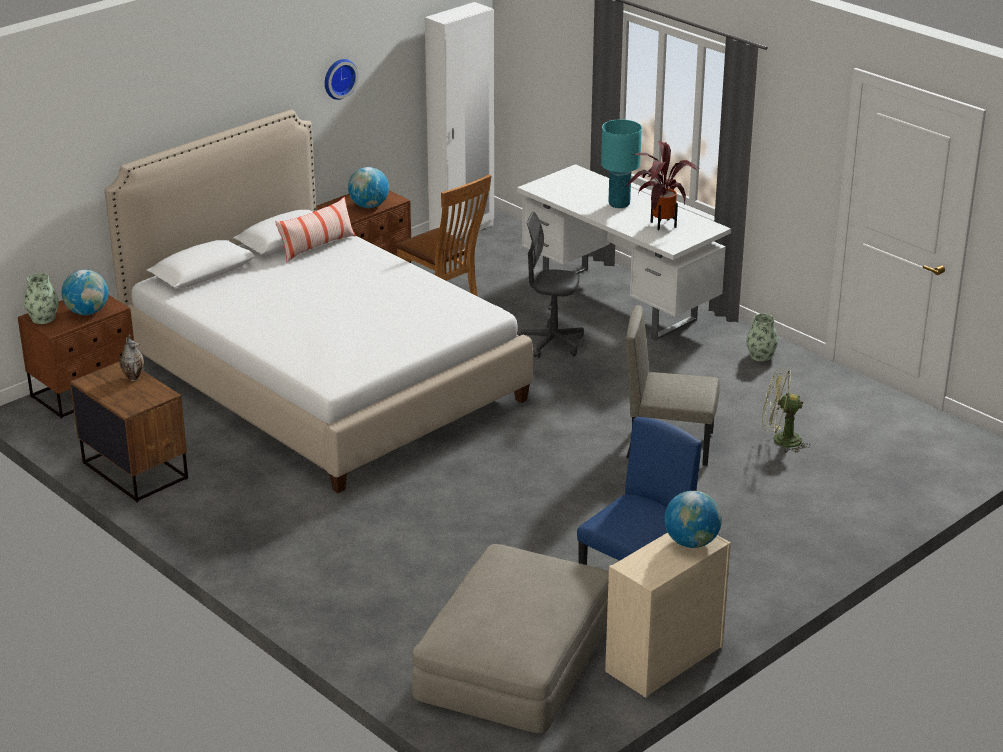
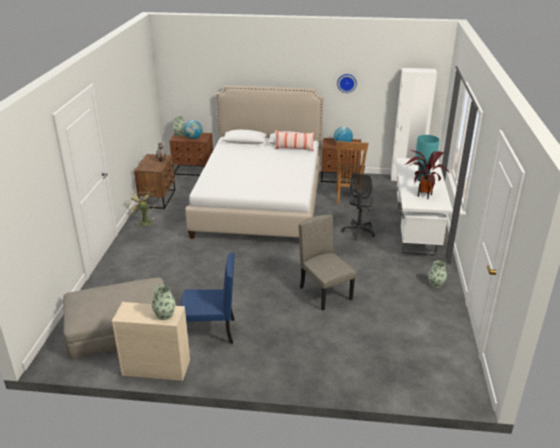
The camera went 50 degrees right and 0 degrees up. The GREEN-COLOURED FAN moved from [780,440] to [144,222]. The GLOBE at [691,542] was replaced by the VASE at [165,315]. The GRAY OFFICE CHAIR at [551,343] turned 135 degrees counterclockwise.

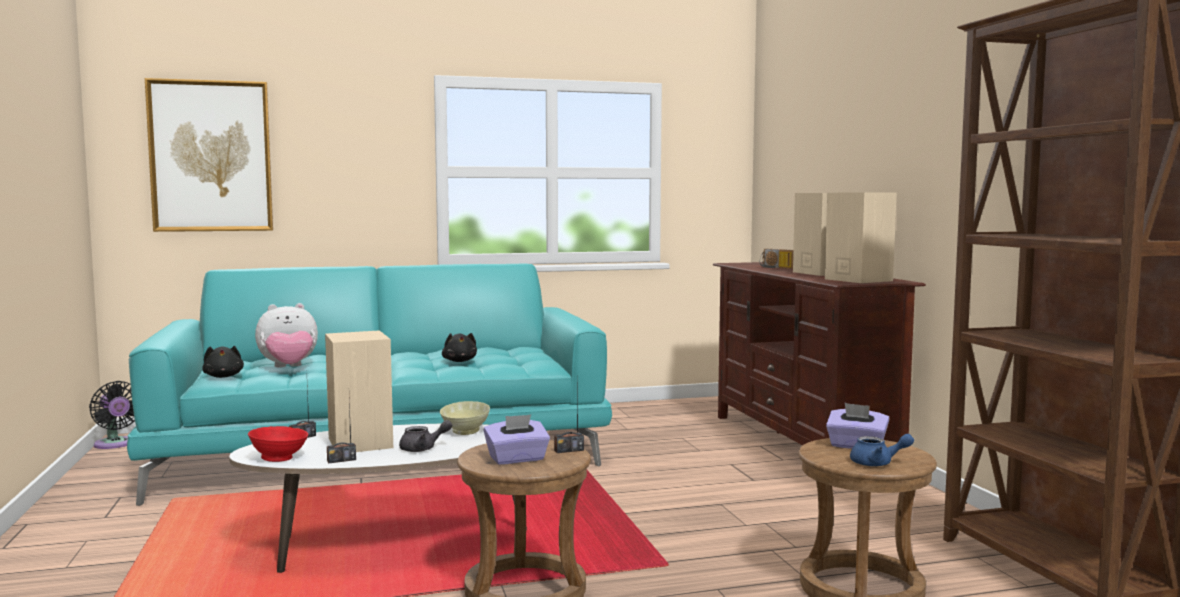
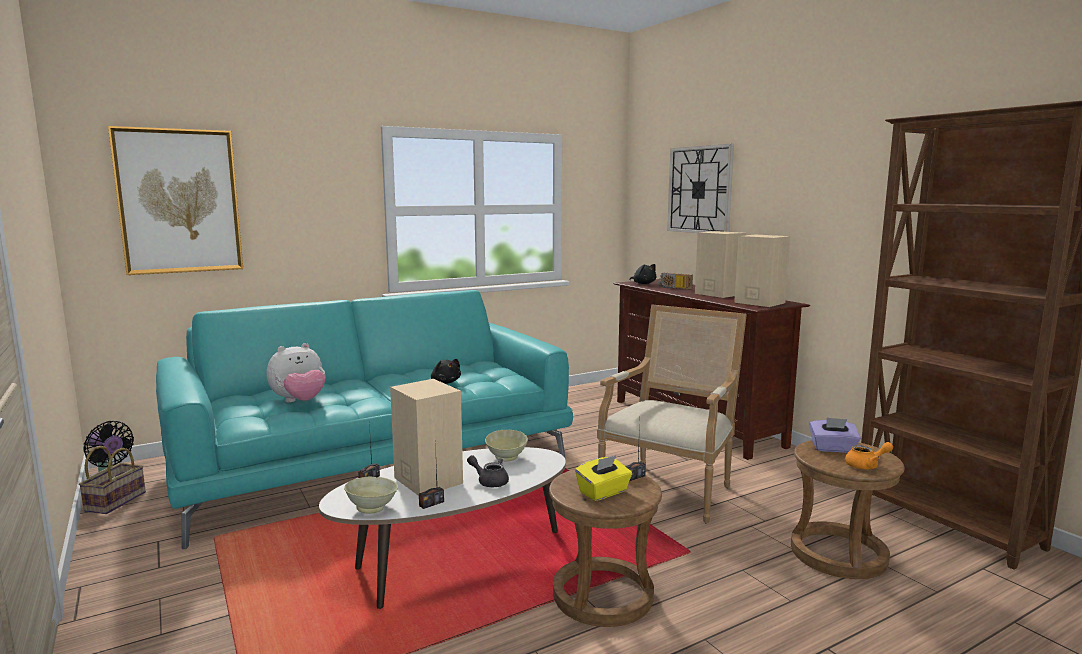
The camera went 15 degrees left and 5 degrees up. The HOUSEHOLD BASKET at [115,501] appeared. The EASY CHAIR at [670,489] appeared. The CLOCK ON THE WALL at [699,190] appeared. The BLACK-COLOURED PLUSH TOY moved from [223,376] to [643,283]. The RED SERVING BOWL at [279,459] became the BEIGE SERVING BOWL at [373,508]. The PURPLISH BOX OF TISSUES at [517,459] became the YELLOW-COLOURED BOX OF TISSUES at [603,492]. The BLUE TEAPOT at [877,463] became the ORANGEY TEAPOT at [866,466]. The GRAY TEAPOT at [423,449] turned 120 degrees counterclockwise.

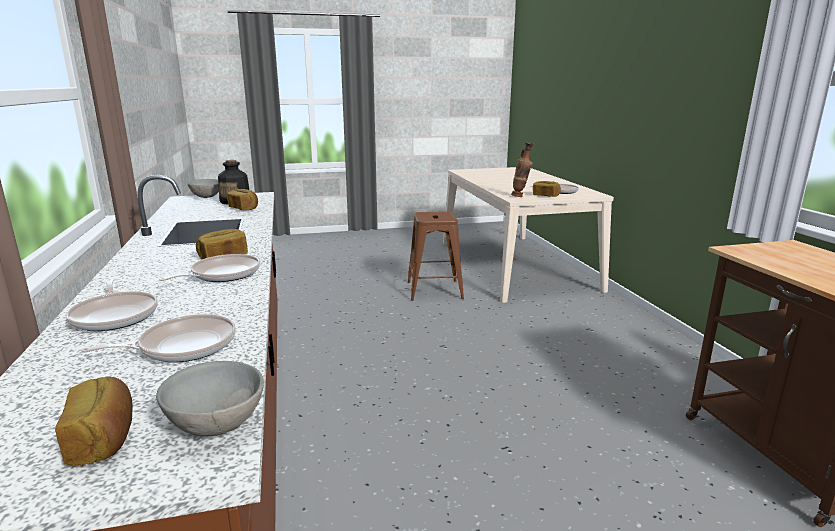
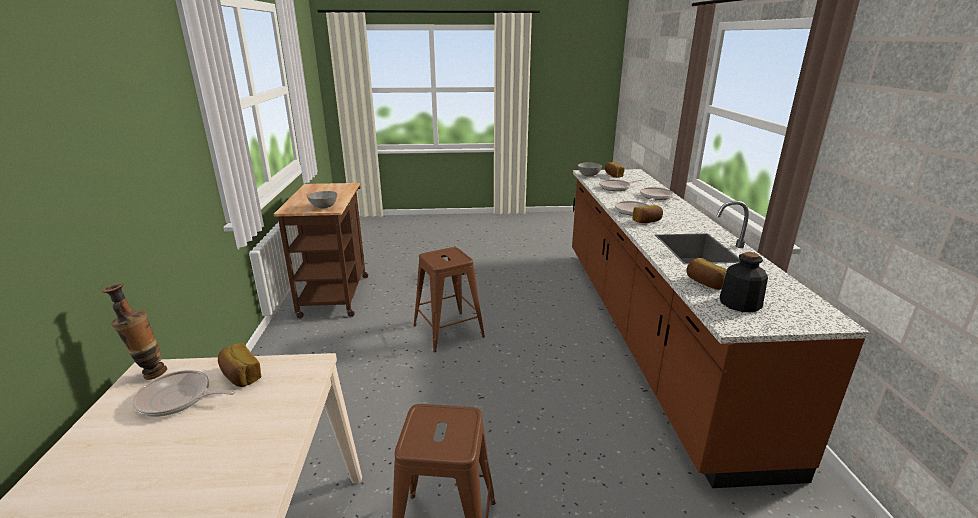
The camera went 170 degrees left and 5 degrees up. The BROWN-COLOURED SITTING STOOL at [448,331] appeared. The GRAY SERVING BOWL moved from [207,197] to [323,207]. The VASE moved from [520,196] to [150,373].

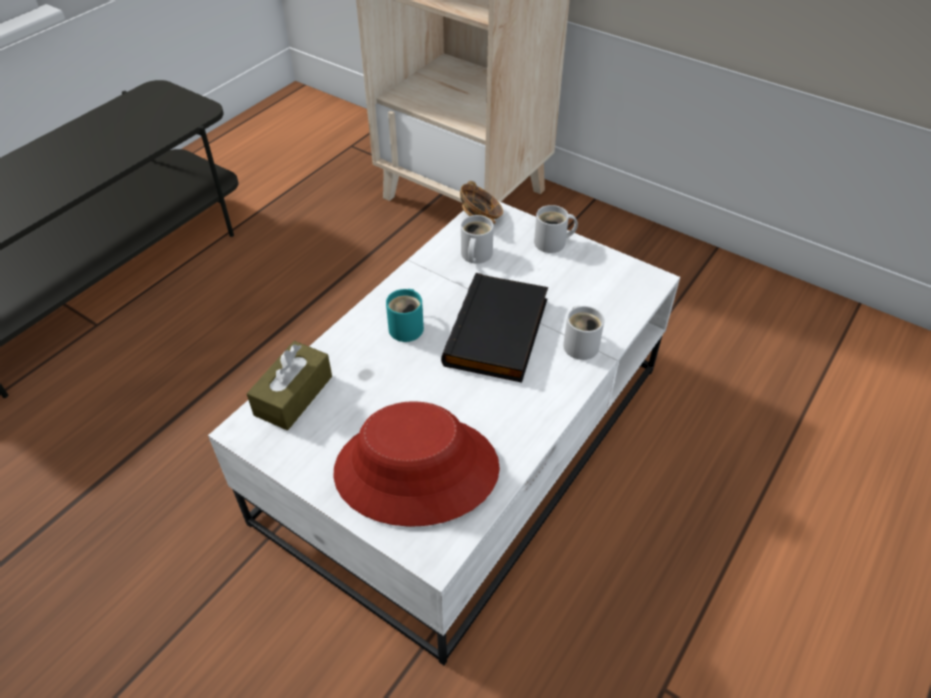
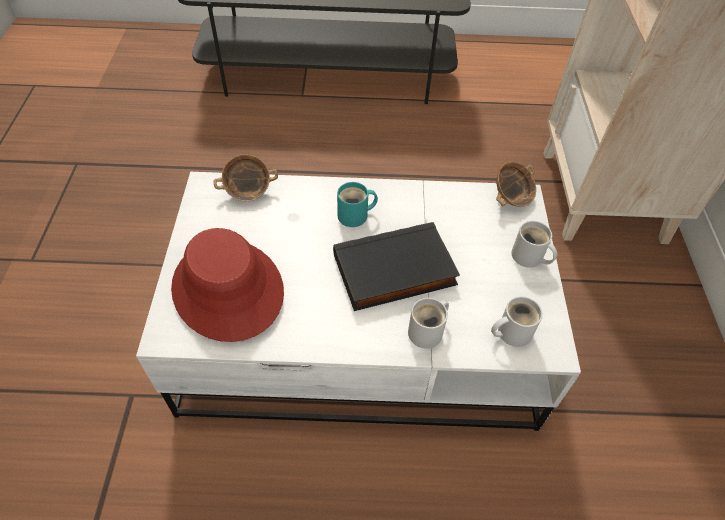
The camera went 55 degrees right and 5 degrees up. The WHITISH TEA MUG moved from [474,255] to [511,332]. The BROWN-COLOURED BOX OF TISSUES at [293,395] was replaced by the SERVING BOWL at [248,191].

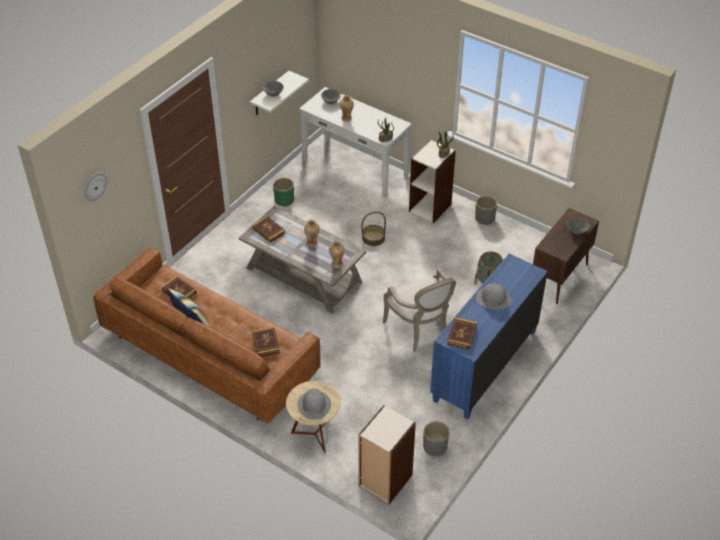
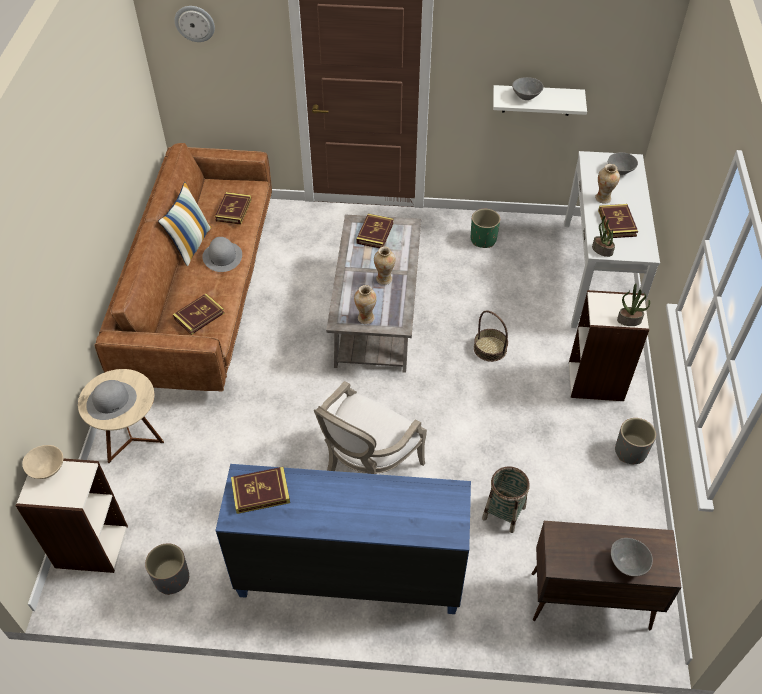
The camera went 60 degrees right and 5 degrees up. The BEIGE SERVING BOWL at [47,469] appeared. The BOUND BOOK at [617,223] appeared. The GRAY HAT moved from [493,298] to [222,256].

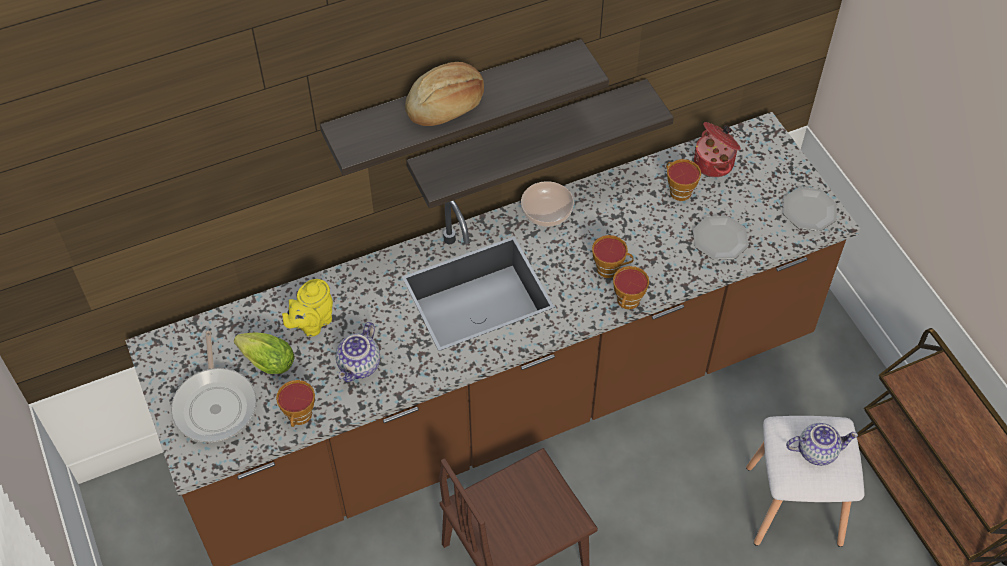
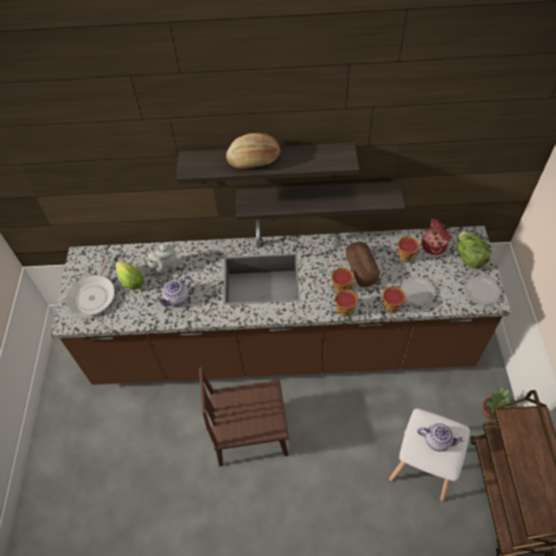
The camera went 25 degrees right and 0 degrees up. The SERVING BOWL at [546,211] disappeared. The BREAD at [361,269] appeared. The LETTUCE HEAD at [468,258] appeared. The POTTED PLANT at [491,412] appeared. The CUP moved from [299,417] to [391,308]. The YELLOW-COLOURED TEAPOT at [312,323] became the GRAY TEAPOT at [164,268].

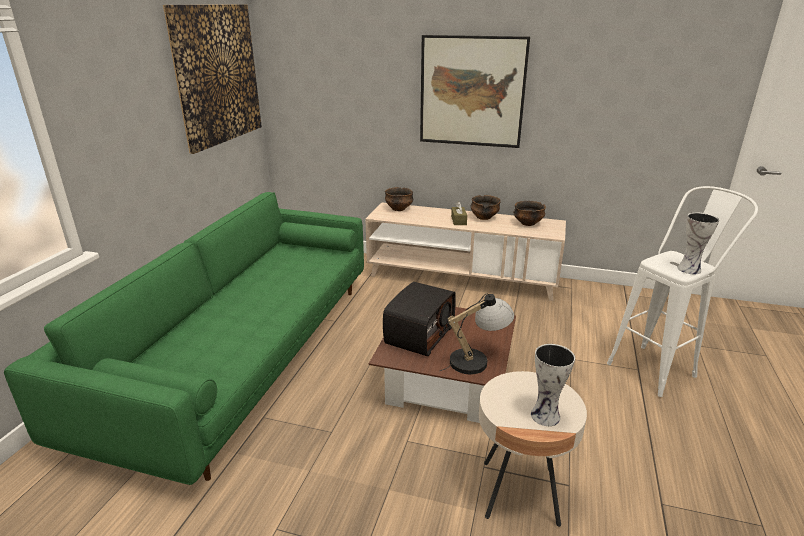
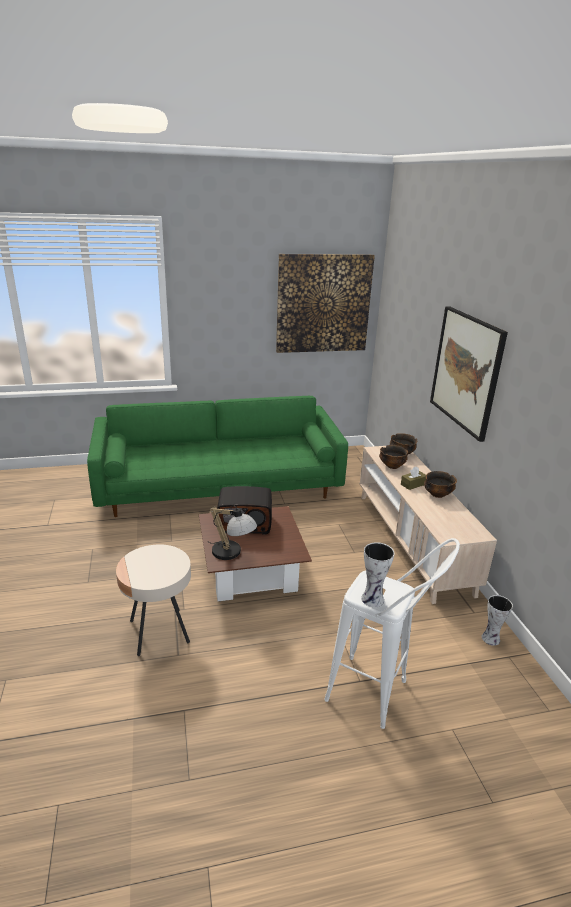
The camera went 60 degrees right and 0 degrees up. The SERVING BOWL moved from [528,223] to [392,466]. The VASE moved from [546,416] to [490,639].

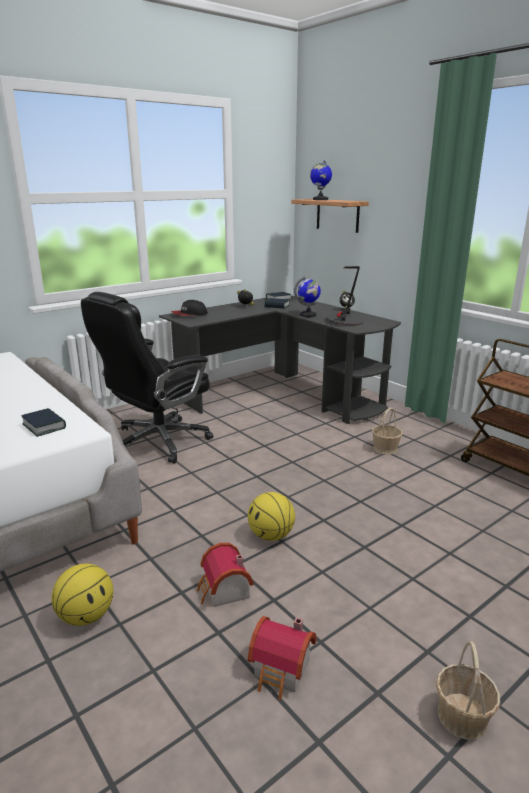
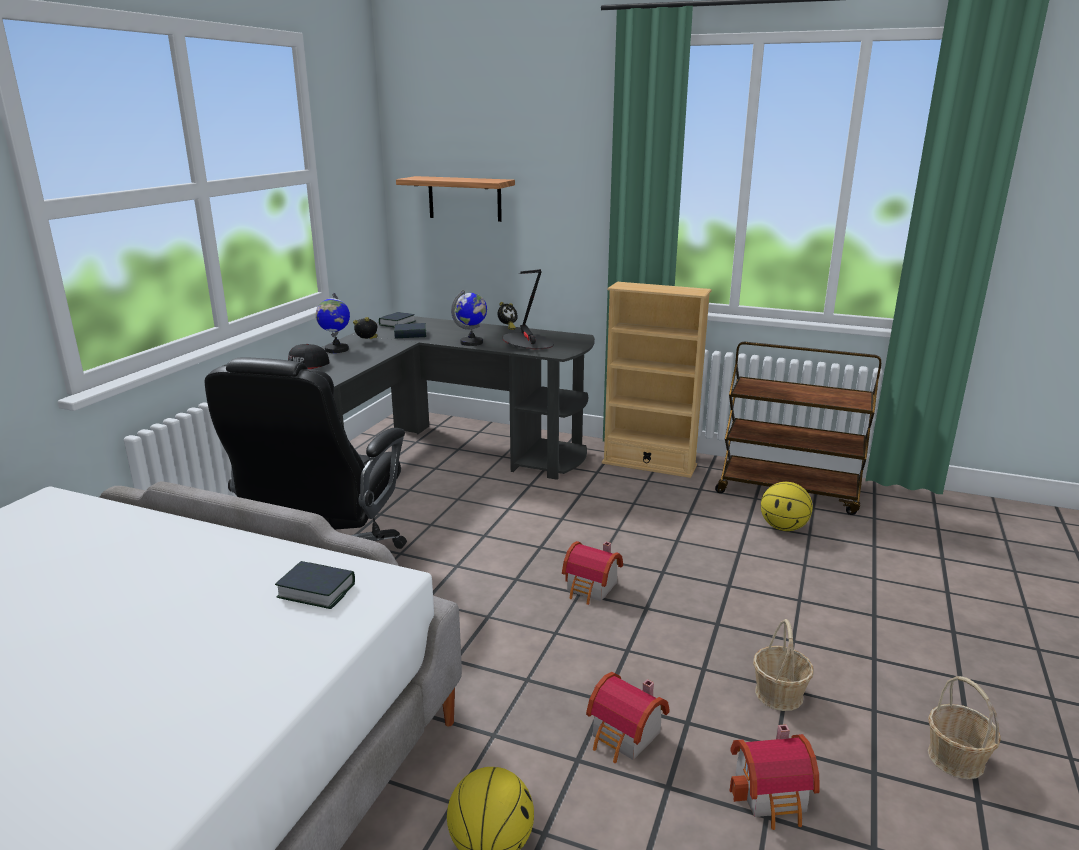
The camera went 30 degrees left and 0 degrees up. The MODEL HOUSE at [592,588] appeared. The BEIGE SHELVING UNIT at [649,464] appeared. The BASKETBALL BALL moved from [271,536] to [783,528]. The GLOBE moved from [320,199] to [336,349]. The HOUSEHOLD BASKET moved from [385,448] to [779,694].

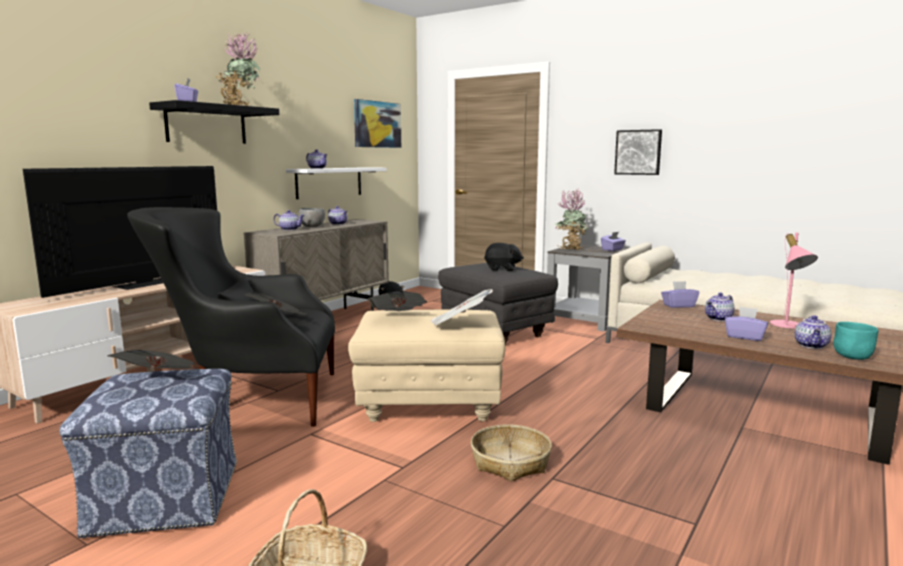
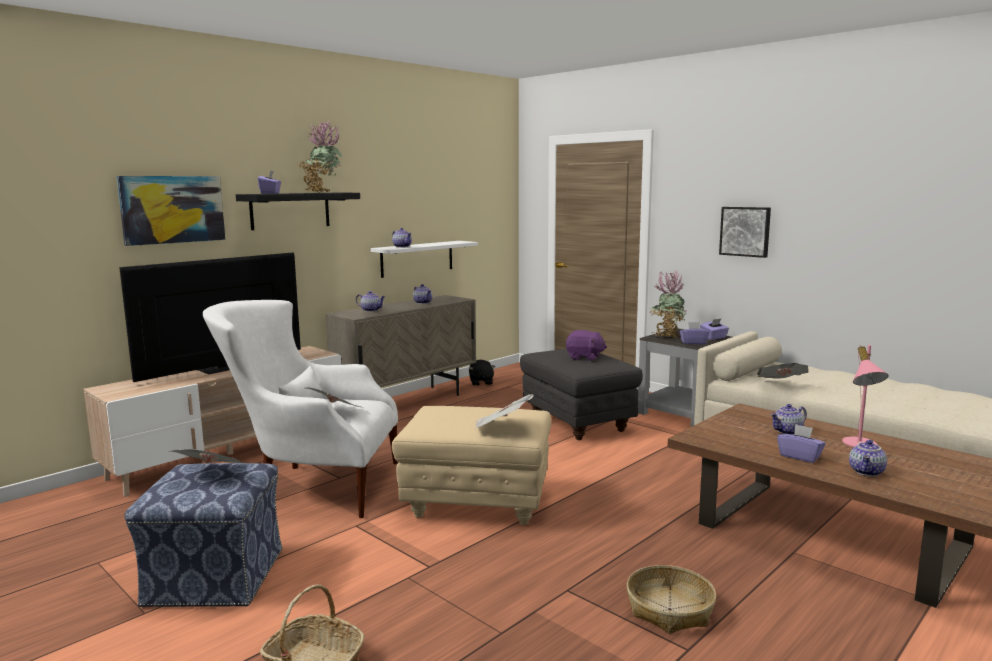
The camera went 10 degrees right and 0 degrees up. The GRAY SERVING BOWL at [312,227] disappeared. The BLUE-GREEN SERVING BOWL at [852,357] disappeared. The WALL ART moved from [377,124] to [172,209]. The DAILY PAPER moved from [398,318] to [781,384]. The HOUSEHOLD BASKET moved from [510,462] to [669,610]. The PURPLISH BOX OF TISSUES moved from [678,305] to [693,342]. The BLACK-COLOURED EASY CHAIR at [248,399] became the WHITISH EASY CHAIR at [310,485]. The BLACK-COLOURED PLUSH TOY at [502,269] became the PURPLISH PLUSH TOY at [584,357].

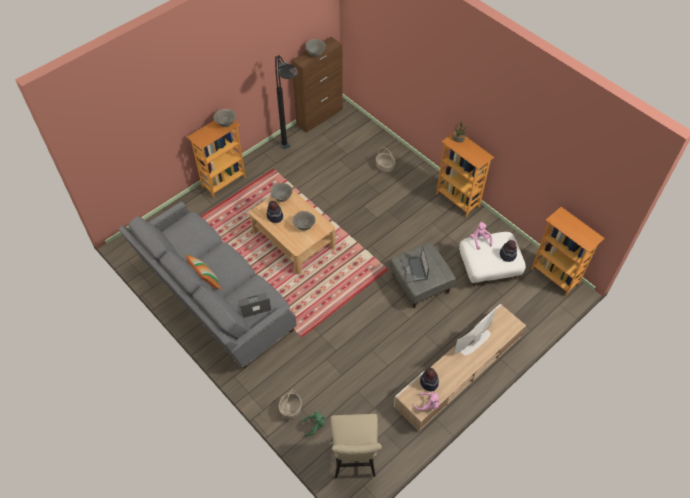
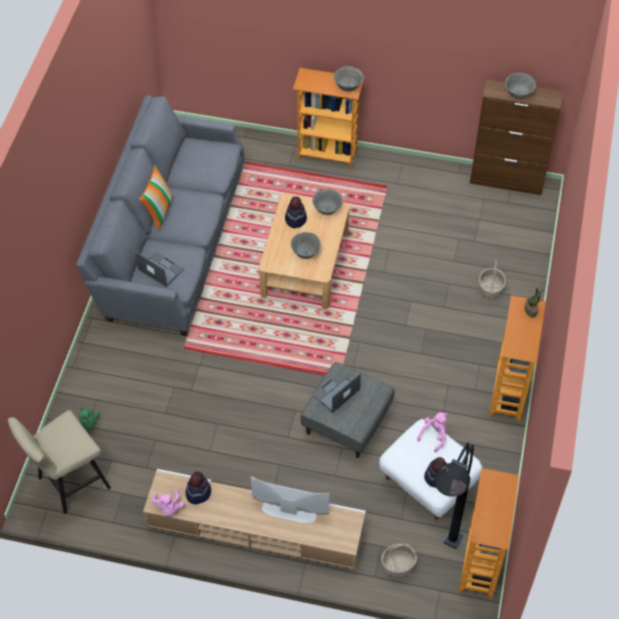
The camera went 55 degrees right and 0 degrees up. The BLACK-COLOURED FLOOR LAMP moved from [292,157] to [439,565]. The HOUSEHOLD BASKET moved from [290,409] to [398,565].

